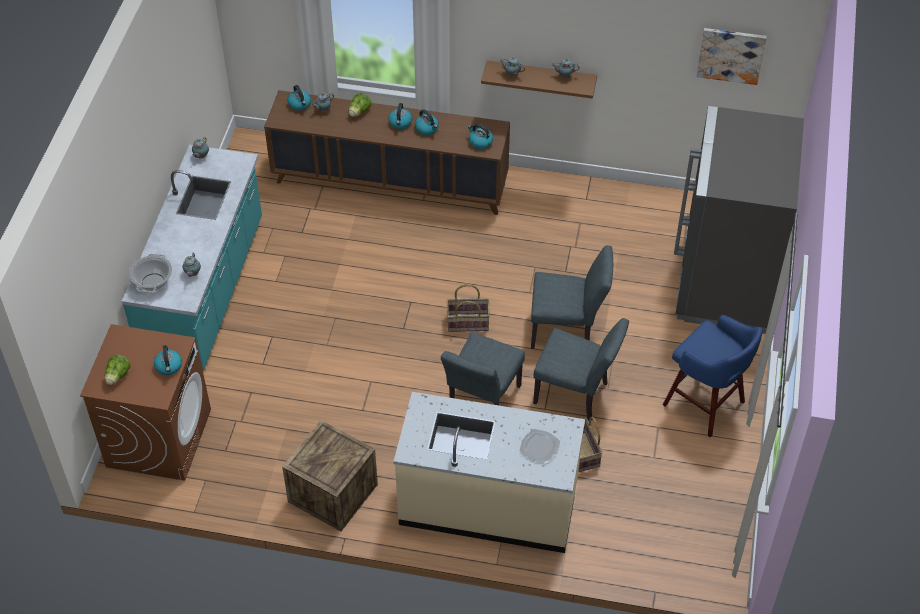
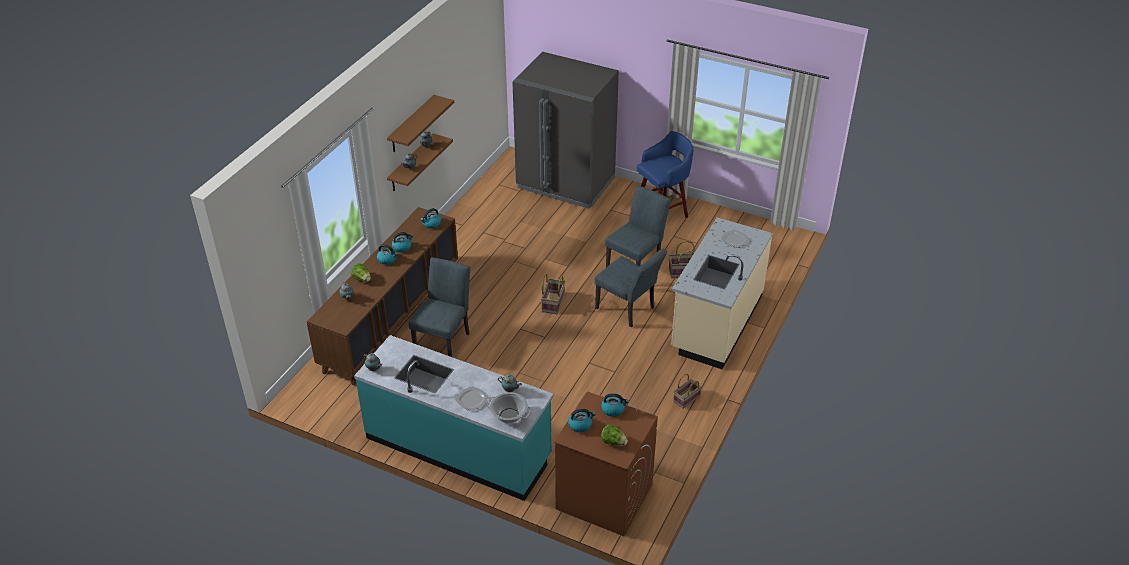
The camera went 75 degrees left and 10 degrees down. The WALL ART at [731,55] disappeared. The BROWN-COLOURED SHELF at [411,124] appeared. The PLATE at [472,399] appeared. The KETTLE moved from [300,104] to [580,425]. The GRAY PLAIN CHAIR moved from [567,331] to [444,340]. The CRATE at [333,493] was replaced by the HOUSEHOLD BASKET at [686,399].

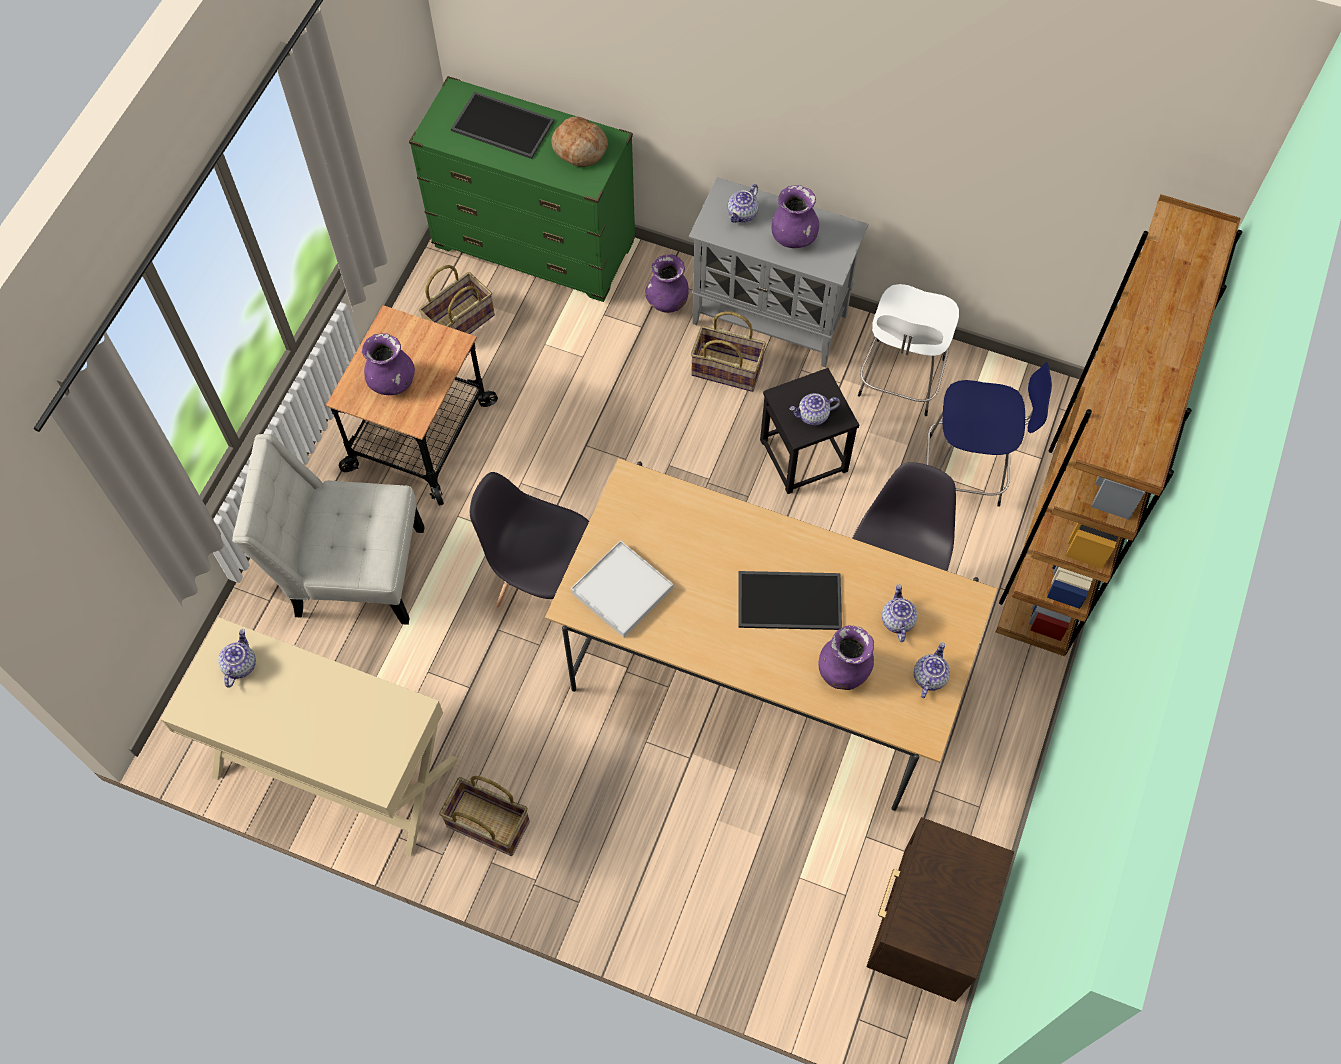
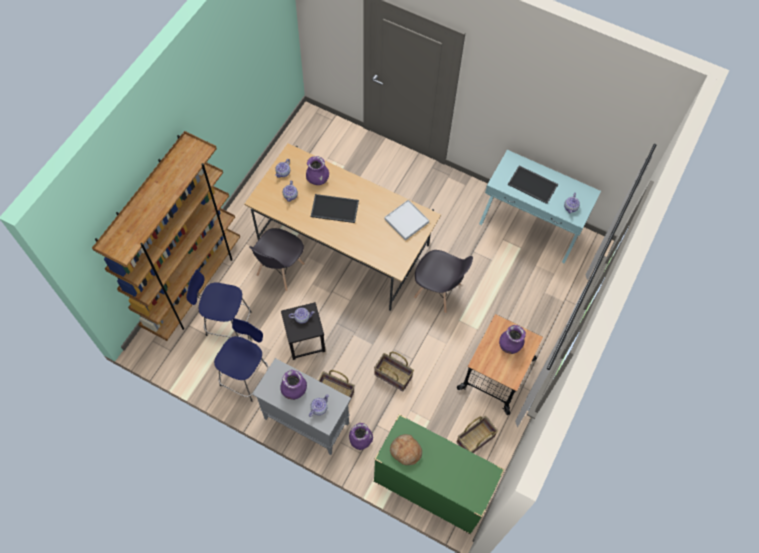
The camera went 175 degrees left and 0 degrees up. The WHITISH PLAIN CHAIR at [351,570] disappeared. The BROWN-COLOURED NIGHT TABLE at [924,928] disappeared. The HOUSEHOLD BASKET moved from [487,824] to [393,375]. The TRAY moved from [501,126] to [533,184]. The BEIGE HALL TABLE at [334,768] became the BLUE-GREEN HALL TABLE at [530,225]. The WHITISH SITTING STOOL at [900,380] became the BLUE SITTING STOOL at [246,376].

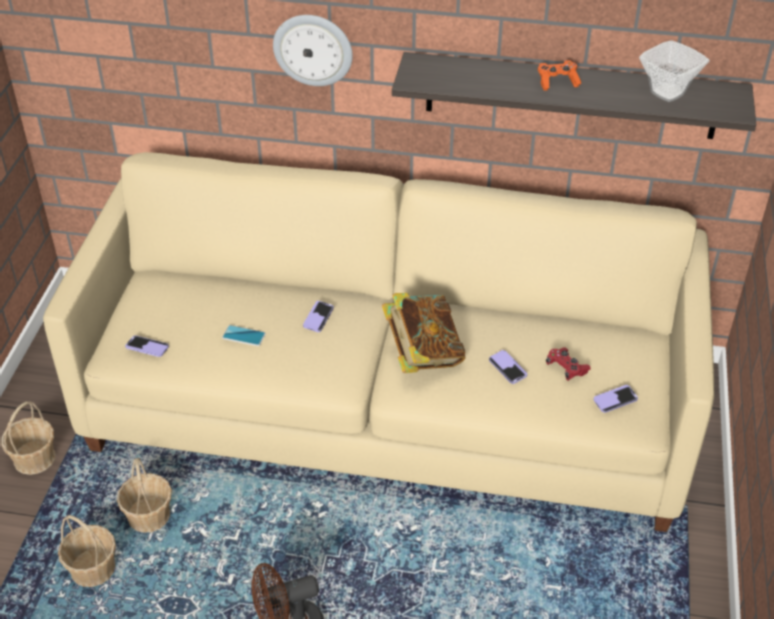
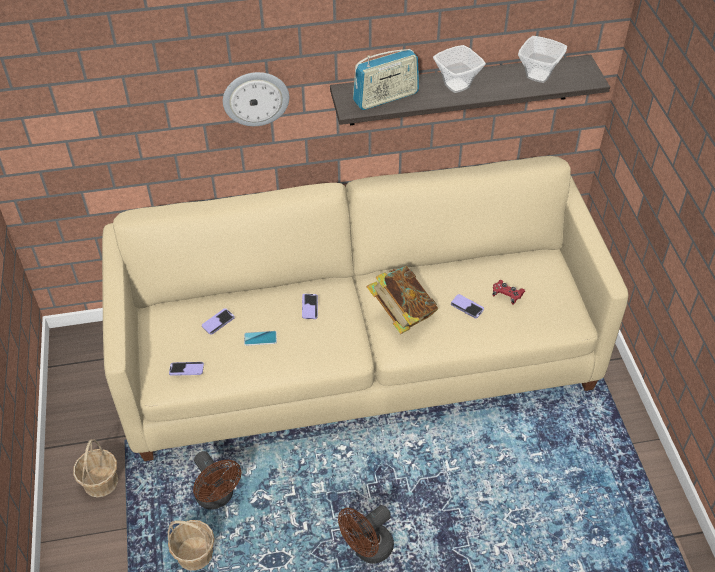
The camera went 20 degrees left and 5 degrees up. The RADIO RECEIVER at [386,98] appeared. The HANDSET moved from [615,400] to [218,322]. The HOUSEHOLD BASKET at [149,515] was replaced by the BROWN-COLOURED FAN at [217,497]. The ORANGEY GAMEPAD at [557,82] was replaced by the SERVING BOWL at [457,85].

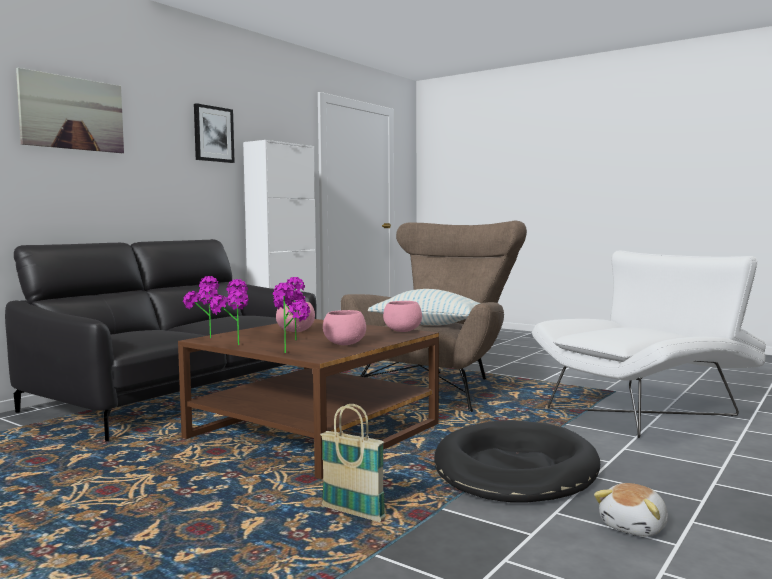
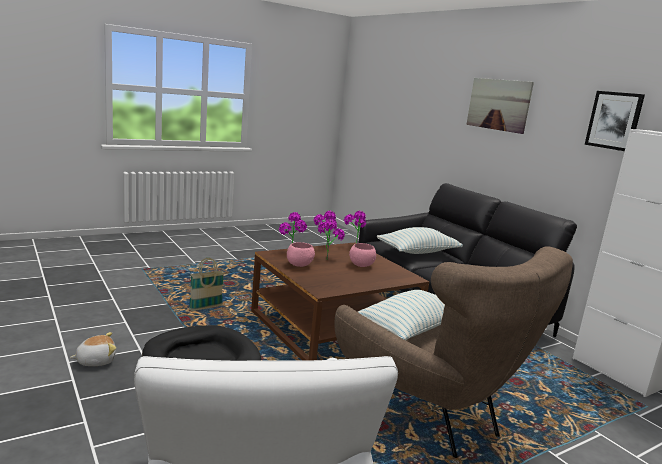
The camera went 110 degrees right and 10 degrees up. The PINK-COLOURED SERVING BOWL at [402,331] disappeared. The PILLOW at [418,252] appeared. The PLUSH TOY at [635,527] turned 90 degrees clockwise.

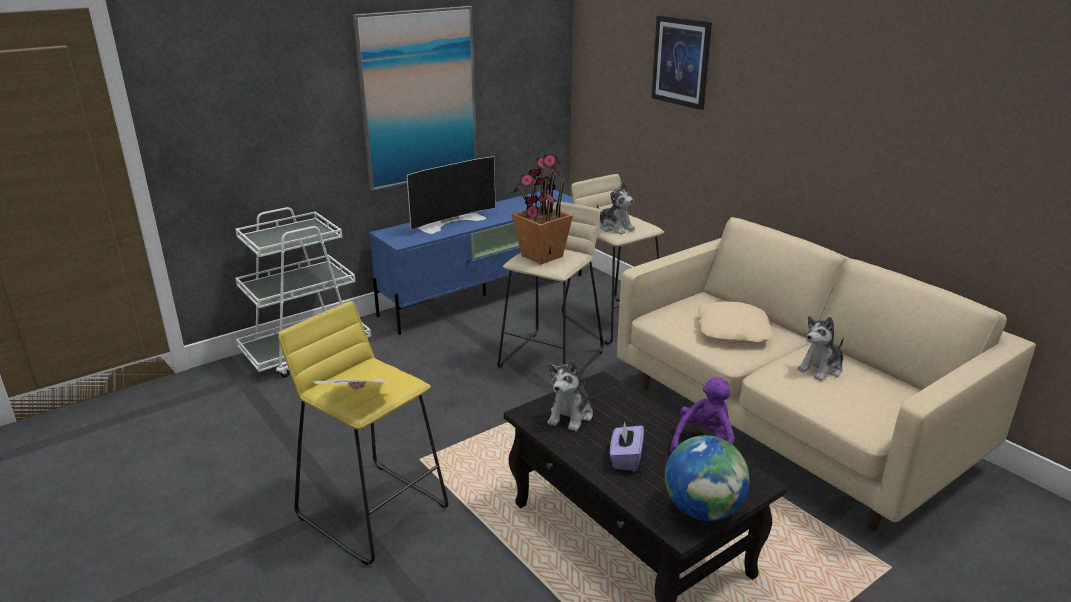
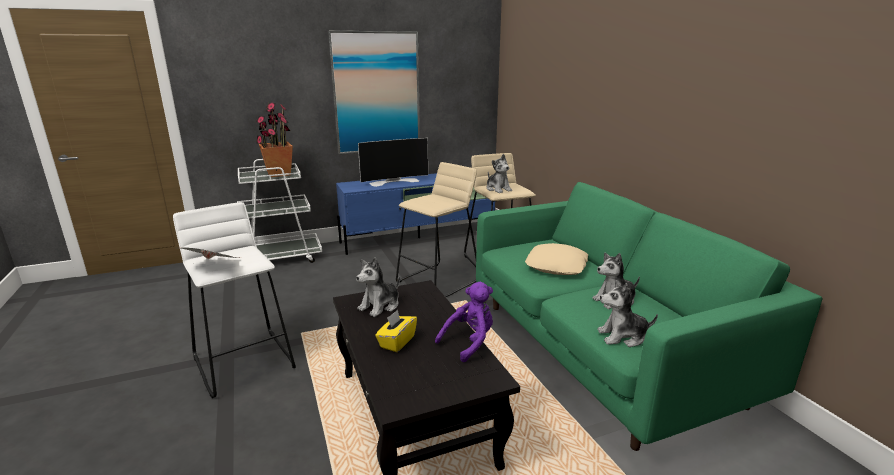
The camera went 15 degrees right and 5 degrees down. The WALL ART at [681,62] disappeared. The GLOBE at [702,510] disappeared. The PLUSH TOY at [623,336] appeared. The POTTED PLANT moved from [541,256] to [278,174]. The YELLOW-COLOURED SITTING STOOL at [373,510] became the WHITISH SITTING STOOL at [245,361]. The PURPLISH BOX OF TISSUES at [625,458] became the YELLOW-COLOURED BOX OF TISSUES at [397,342]. The BEIGE COUCH at [789,423] became the GREEN-COLOURED COUCH at [600,350].

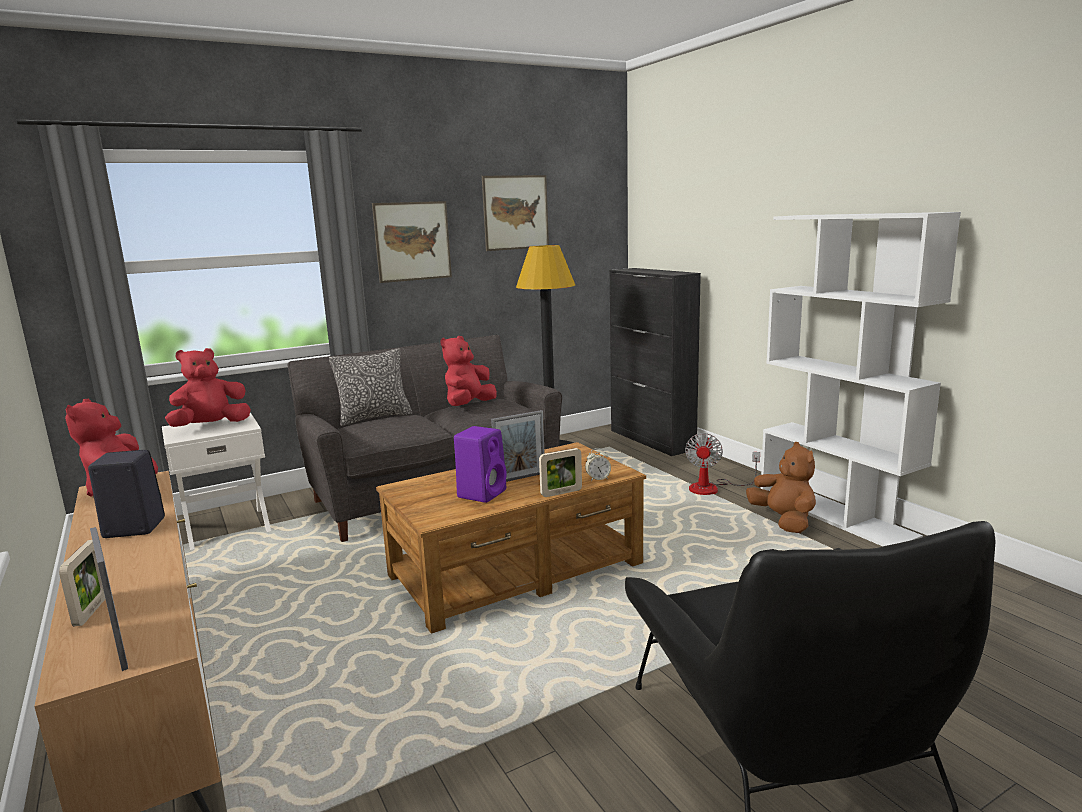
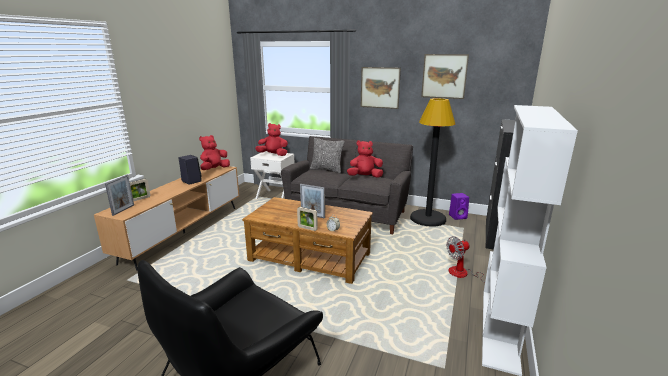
The camera went 50 degrees right and 5 degrees up. The BROWN-COLOURED PLUSH TOY at [783,521] disappeared. The PURPLISH SPEAKER moved from [482,493] to [458,216].

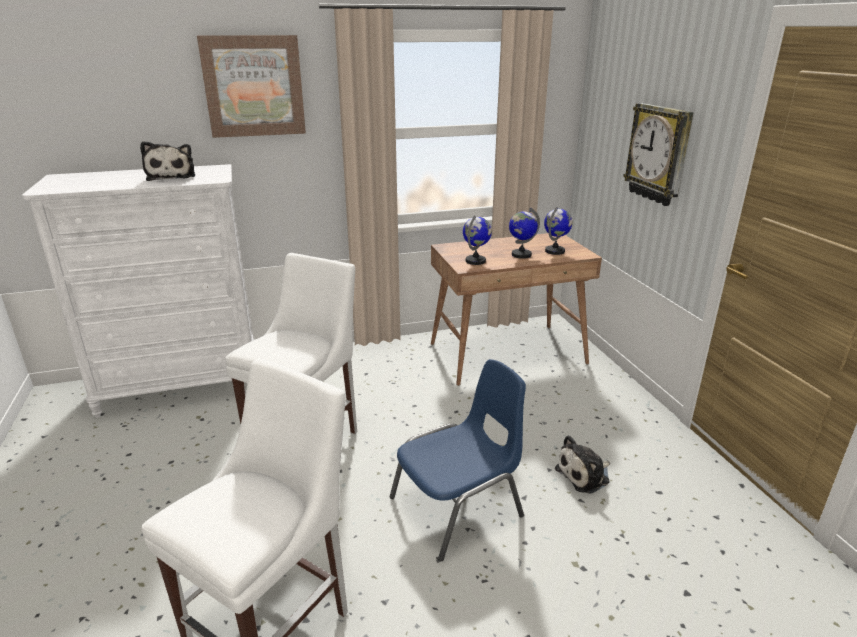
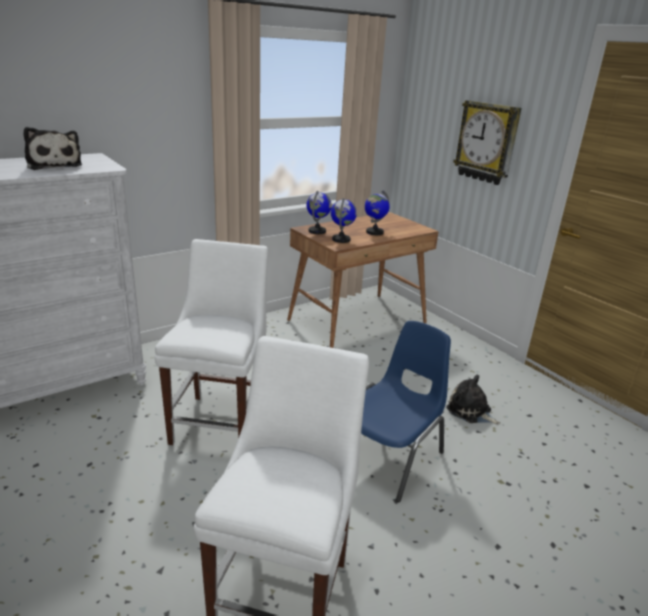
The camera went 20 degrees left and 0 degrees up. The WALL ART at [254,86] disappeared. The GLOBE moved from [555,251] to [317,231]. The PLUSH TOY at [585,475] turned 90 degrees clockwise.

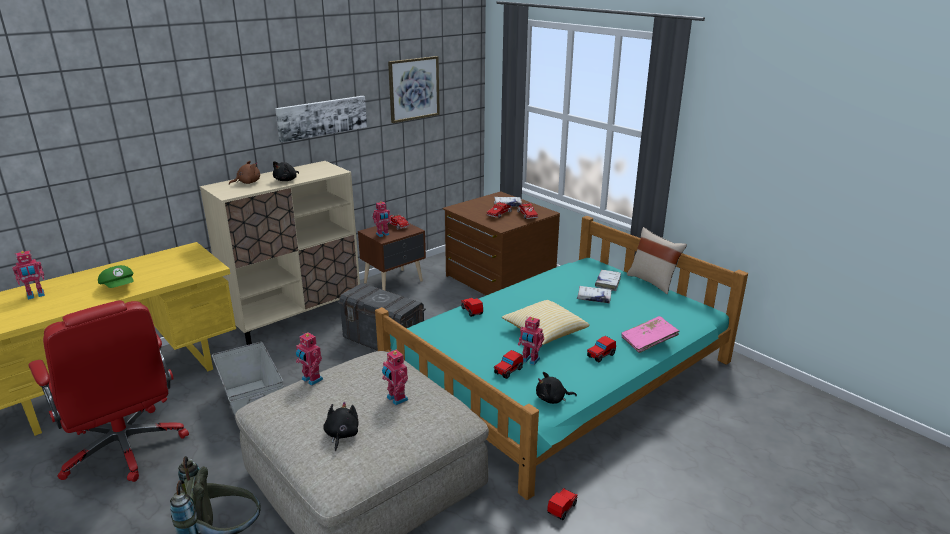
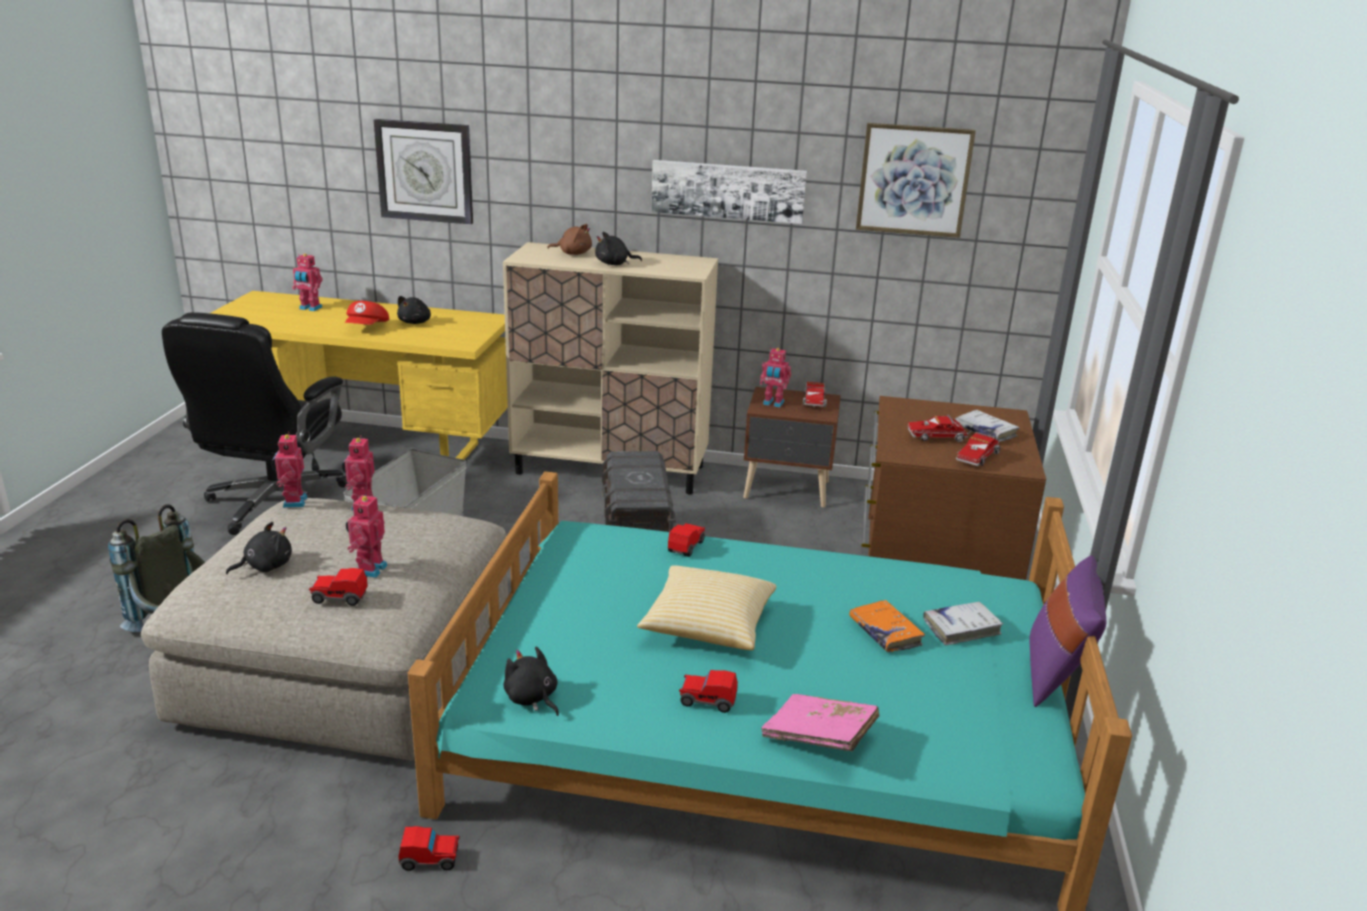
The camera went 50 degrees right and 0 degrees up. The CLOCK ON THE WALL at [425,171] appeared. The BLACK-COLOURED PLUSH TOY at [416,322] appeared. The MODEL CAR moved from [508,371] to [339,598]. The MODEL ROBOT moved from [529,360] to [293,502]. The RED OFFICE CHAIR at [125,448] became the BLACK-COLOURED OFFICE CHAIR at [275,504]. The GREEN-COLOURED BASEBALL CAP at [119,287] became the RED BASEBALL CAP at [367,328]. The WHITISH BOUND BOOK at [593,298] became the ORANGEY BOUND BOOK at [885,632]. The BEIGE PILLOW at [652,282] became the PURPLISH PILLOW at [1055,676].

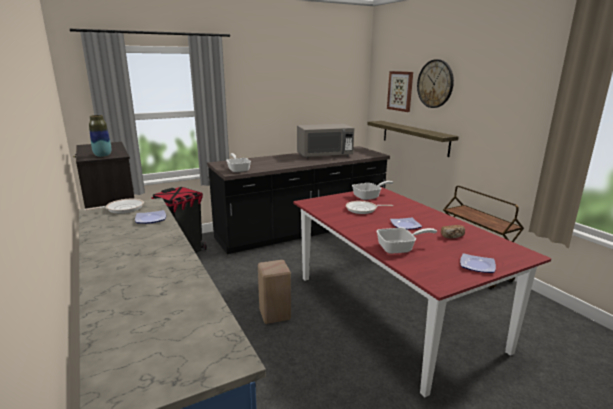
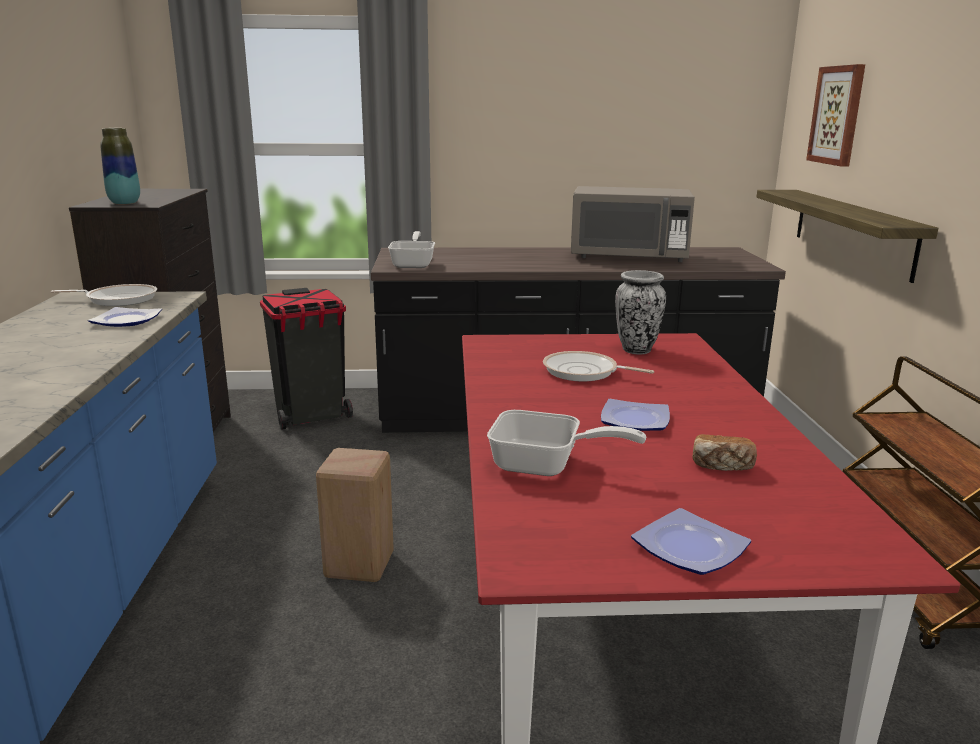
The camera went 25 degrees right and 0 degrees up. The CLOCK ON THE WALL at [435,84] disappeared. The FRYING PAN at [369,197] was replaced by the VASE at [637,350].

